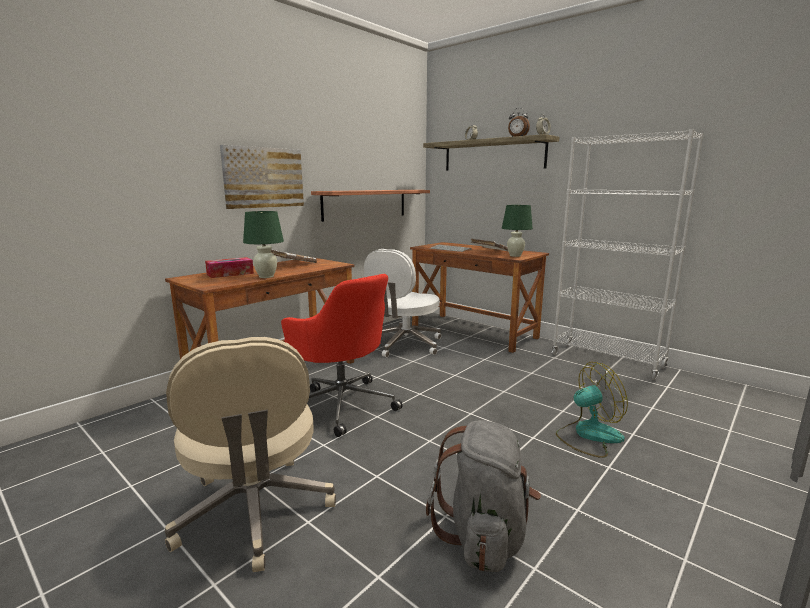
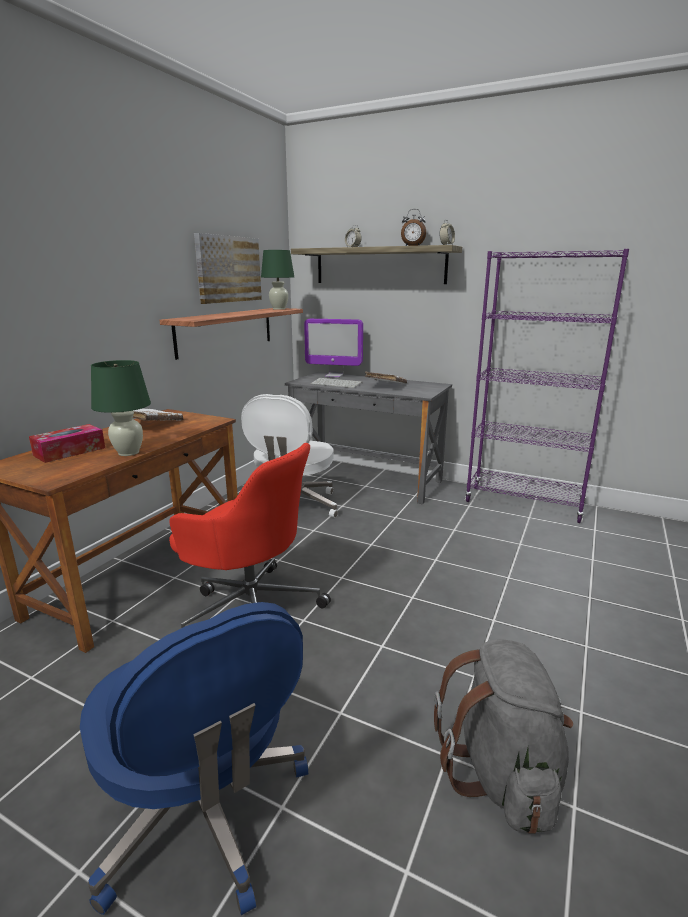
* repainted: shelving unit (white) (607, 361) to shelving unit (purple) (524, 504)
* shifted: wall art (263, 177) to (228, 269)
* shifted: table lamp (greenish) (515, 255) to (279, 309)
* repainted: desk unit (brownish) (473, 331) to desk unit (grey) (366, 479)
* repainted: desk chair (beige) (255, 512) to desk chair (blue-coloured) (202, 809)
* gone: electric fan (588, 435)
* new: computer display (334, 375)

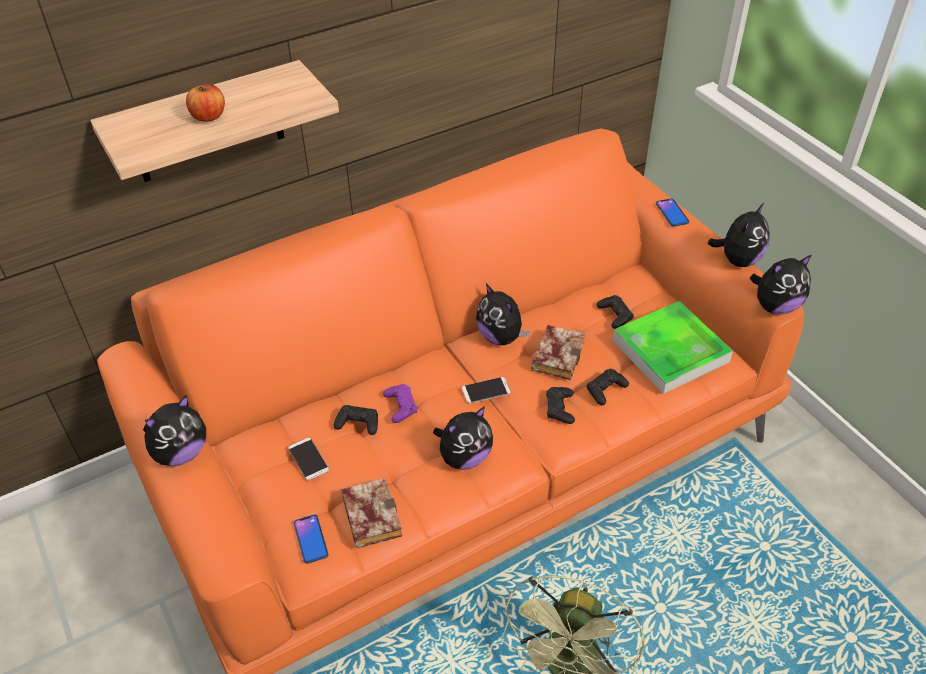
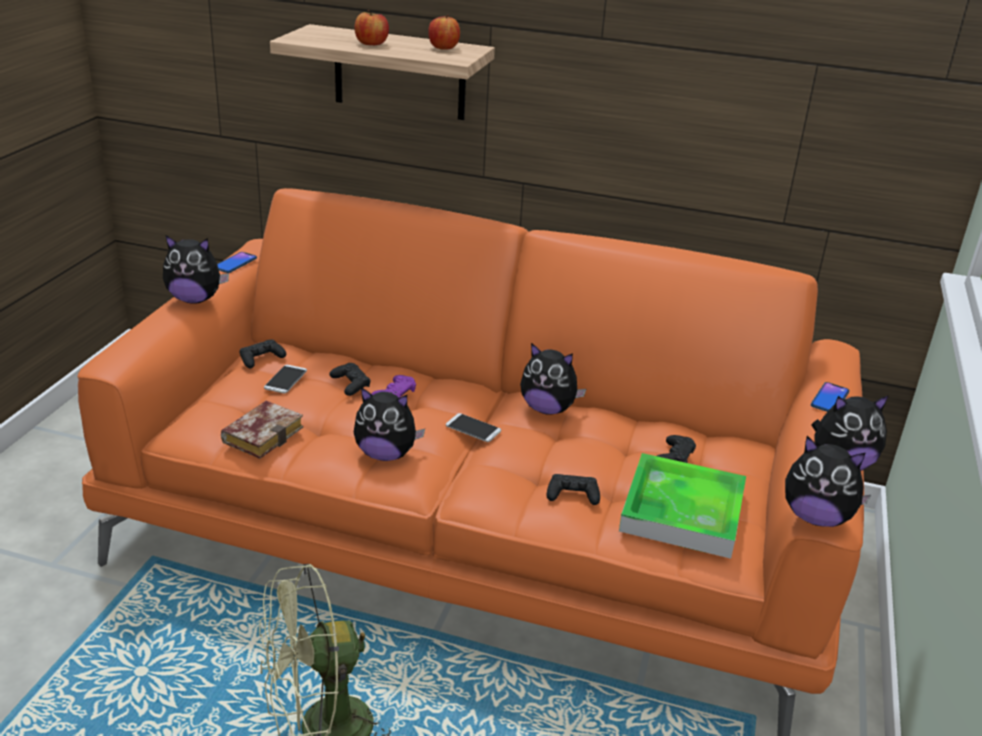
* rotated: soft toy (501, 337) = (548, 409) 75 degrees counterclockwise
* gone: book (556, 354)
* shifted: gamepad (black) (560, 408) to (261, 358)
* shifted: handset (311, 539) to (235, 263)
* new: apple (443, 47)

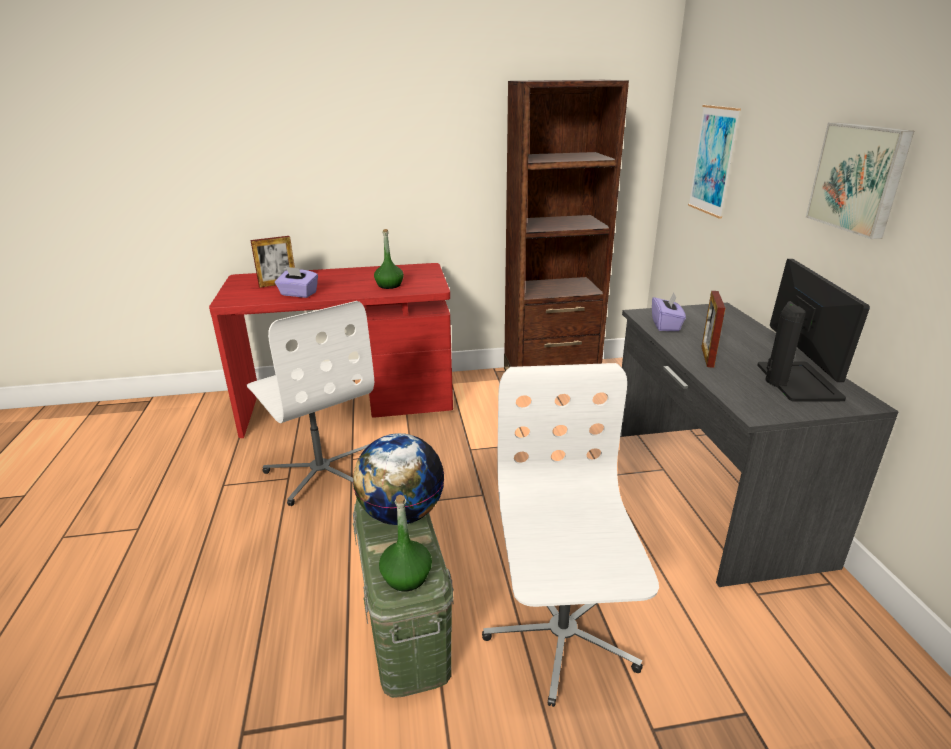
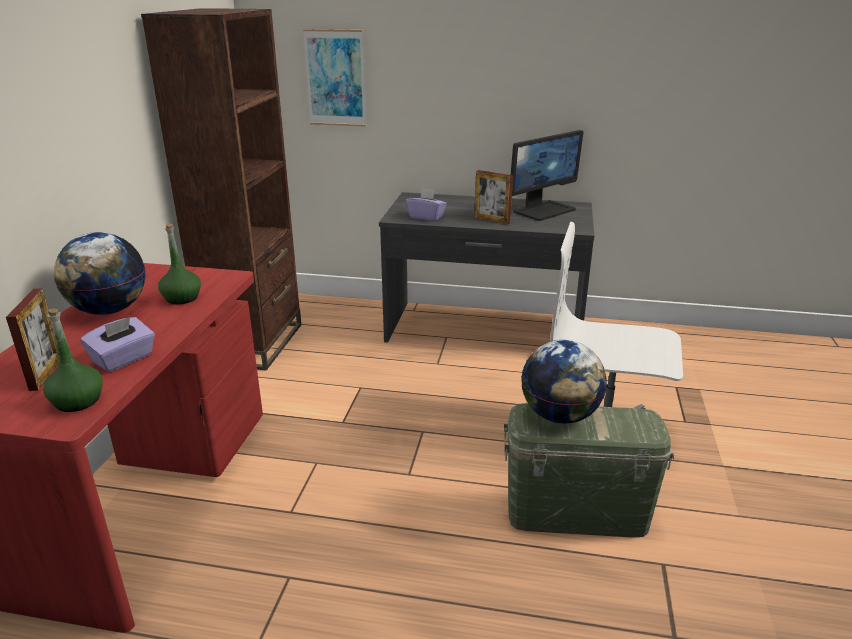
* gone: wall art (859, 178)
* rotated: computer display (796, 381) = (543, 210) 120 degrees clockwise
* gone: desk chair (white) (321, 471)
* shifted: drink bottle (greenish) (407, 577) to (78, 401)
* new: globe (109, 310)

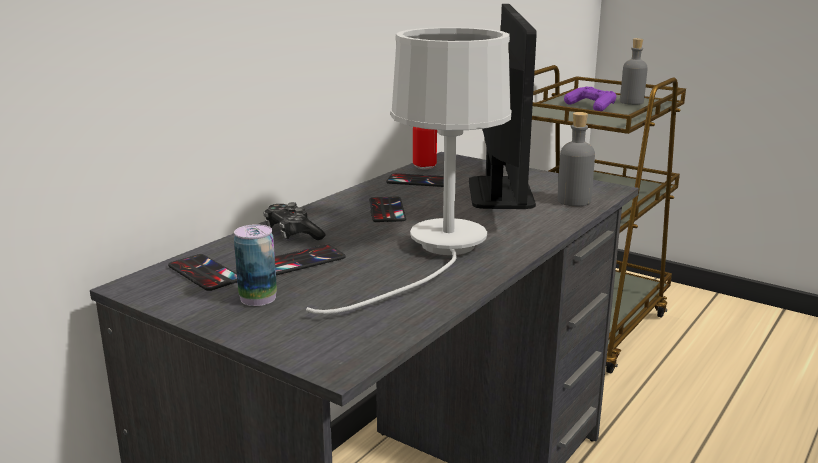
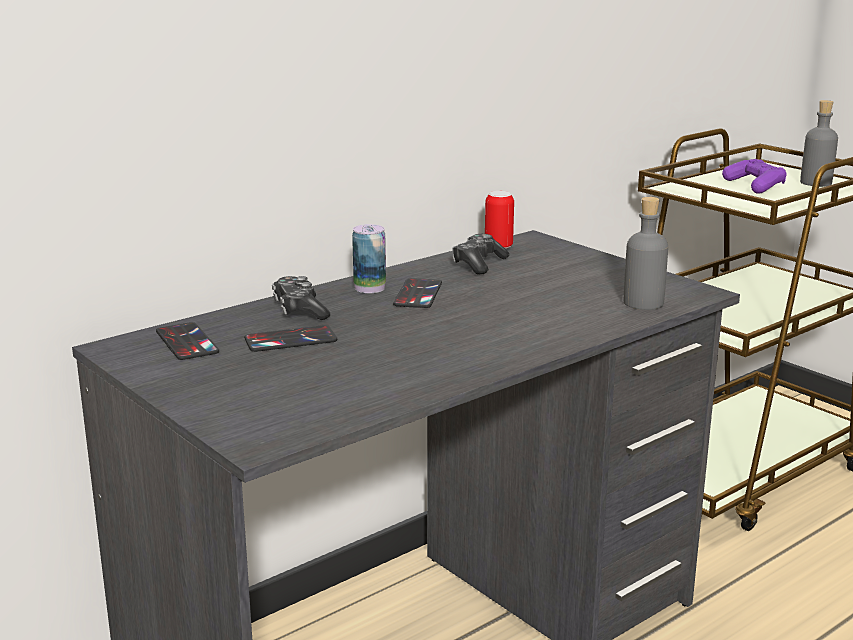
* gone: computer display (500, 193)
* gone: table lamp (white) (440, 253)
* swapped: handset (419, 181) to gamepad (479, 264)
* shifted: sealed can (258, 298) to (369, 288)

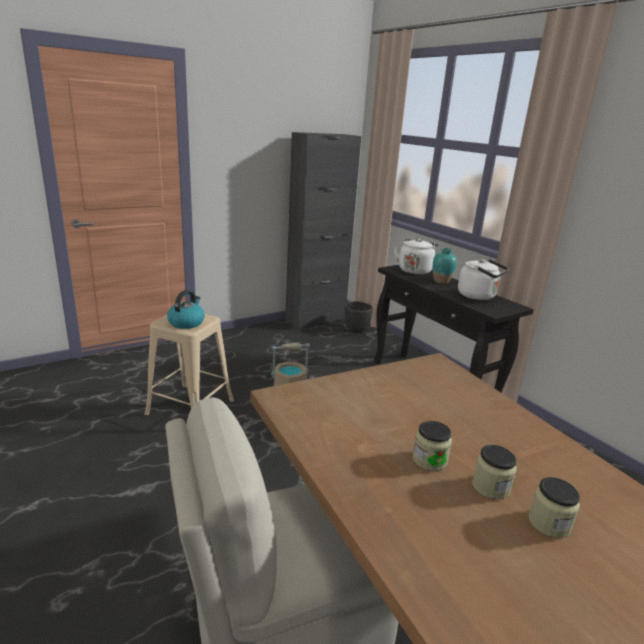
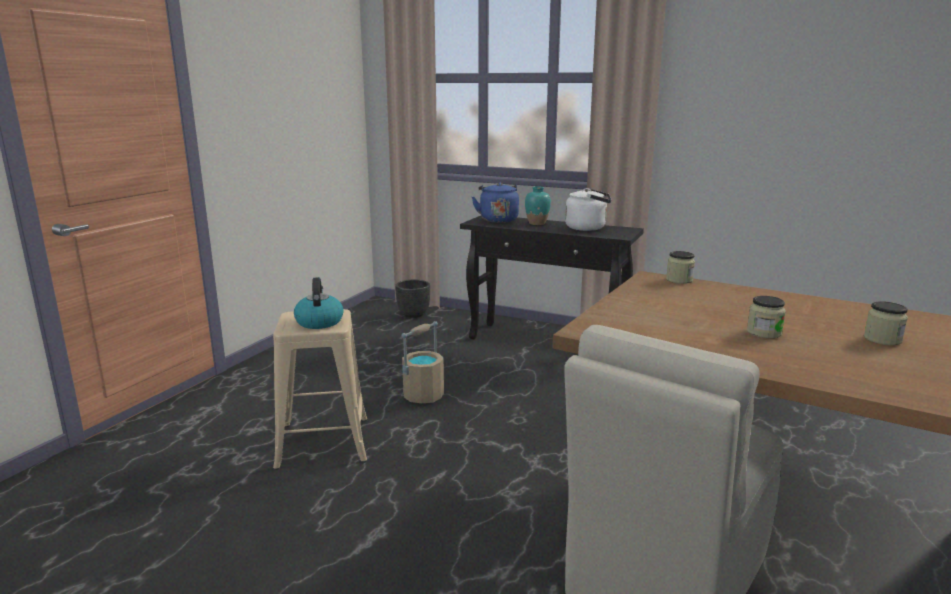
* gone: storage cabinet (black) (315, 319)
* repainted: tea kettle (white) (414, 270) to tea kettle (blue-coloured) (498, 219)
* shifted: preserve jar (490, 487) to (679, 280)

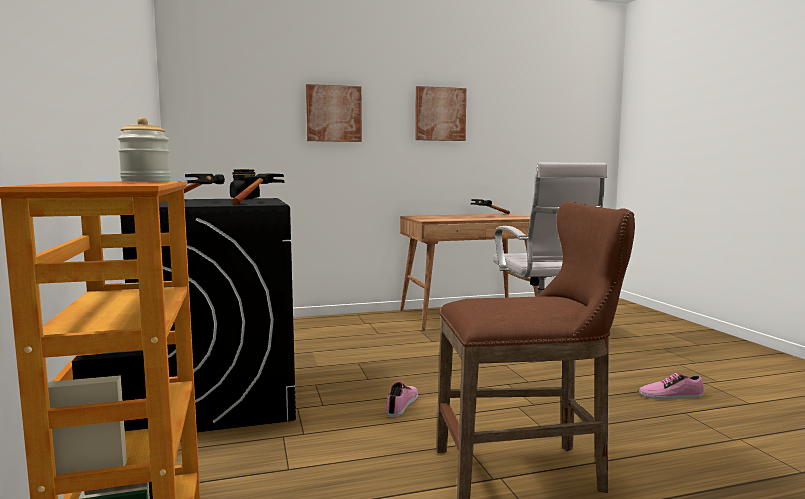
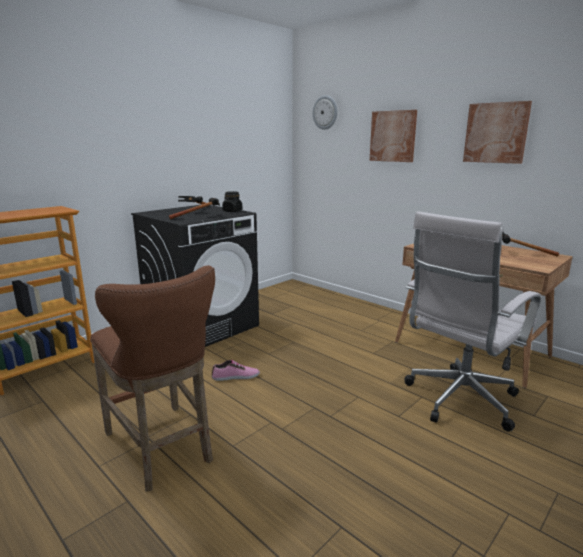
* gone: preserve jar (146, 181)
* gone: item of footwear (670, 395)
* new: clock on the wall (325, 112)

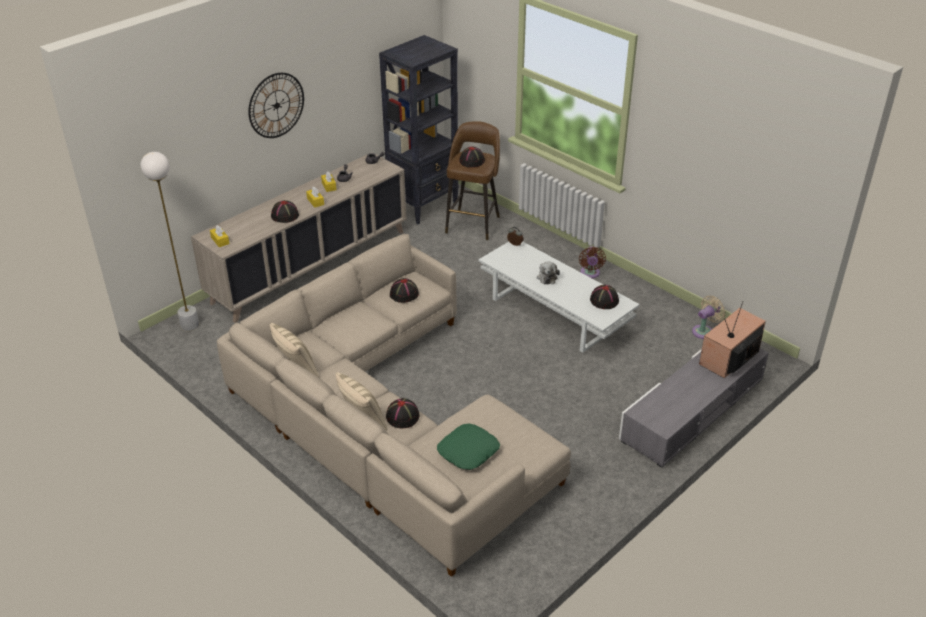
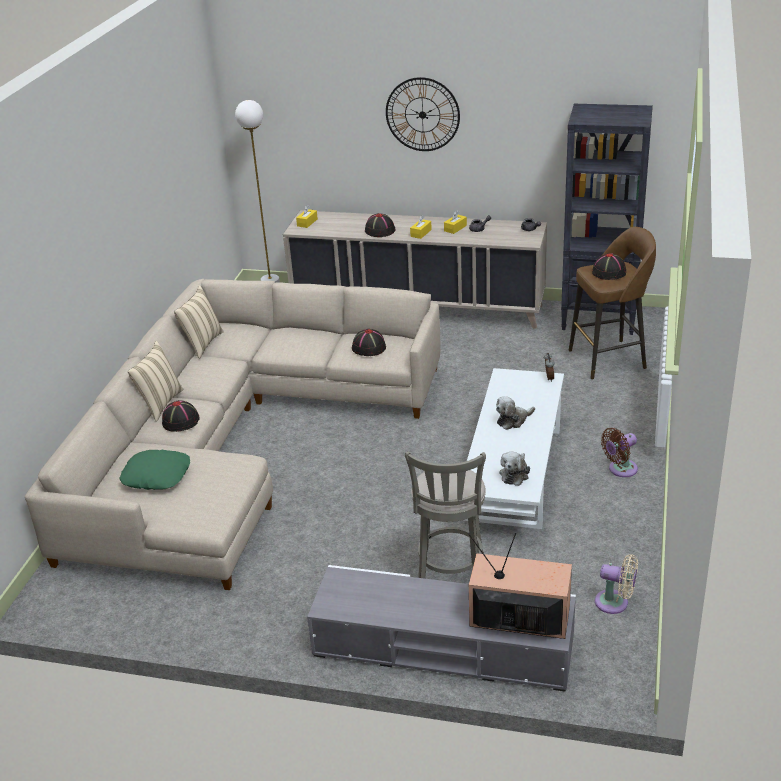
* swapped: hat (black) (604, 300) to soft toy (515, 474)
* new: sitting stool (grey) (450, 578)

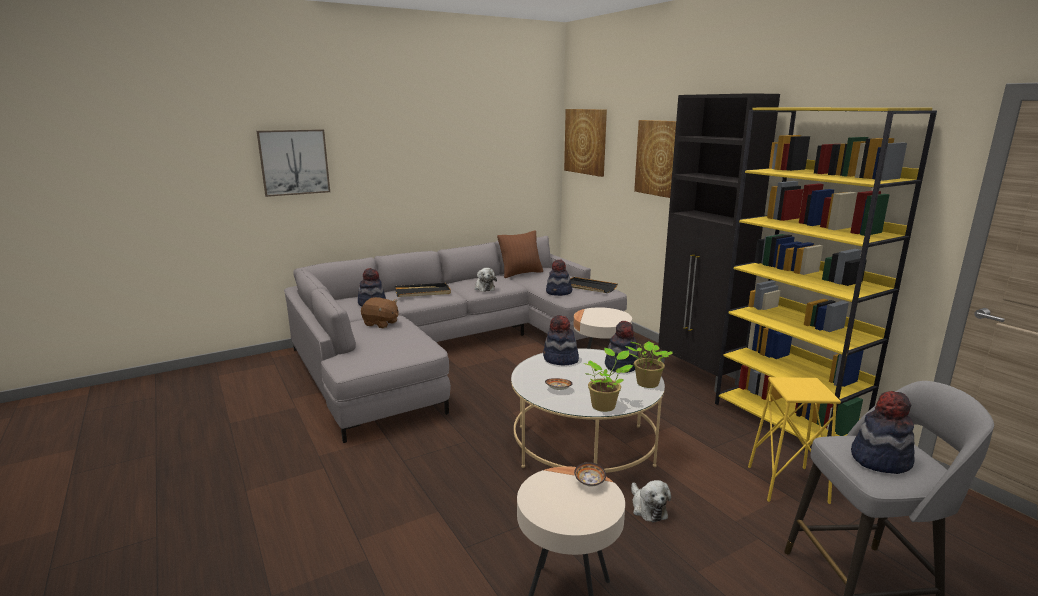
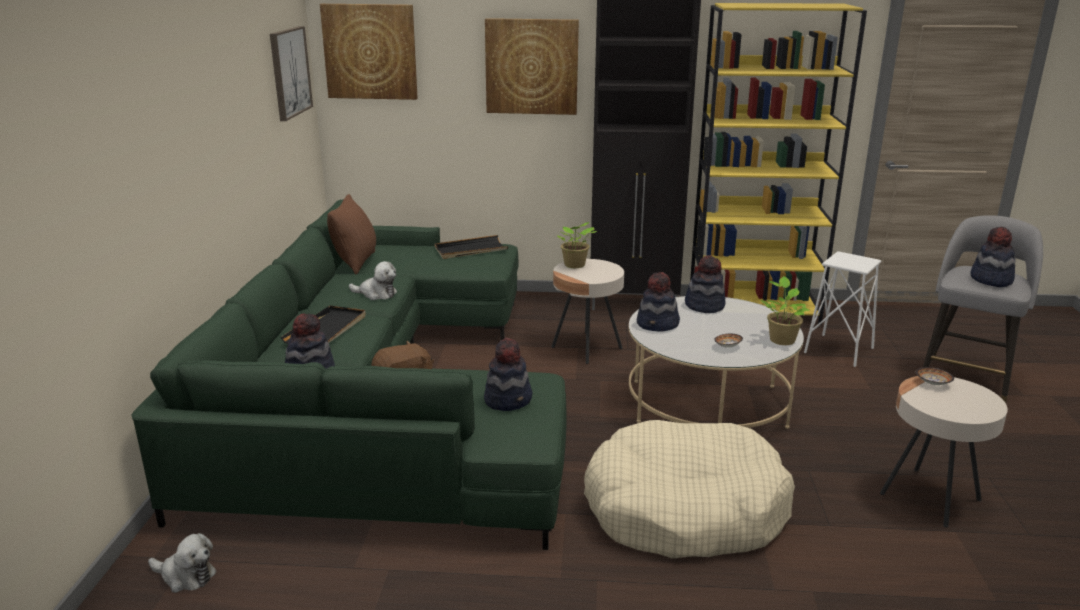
* shifted: wall art (294, 162) to (289, 72)
* repainted: sofa (grey) (452, 348) to sofa (greenish) (377, 397)
* shifted: hat (559, 292) to (508, 399)
* shifted: plant in a pot (646, 384) to (574, 265)
* repainted: sitting stool (yellowish) (787, 484) to sitting stool (white) (839, 350)
* shifted: soft toy (648, 508) to (186, 576)
* new: dog cushion (beige) (684, 509)

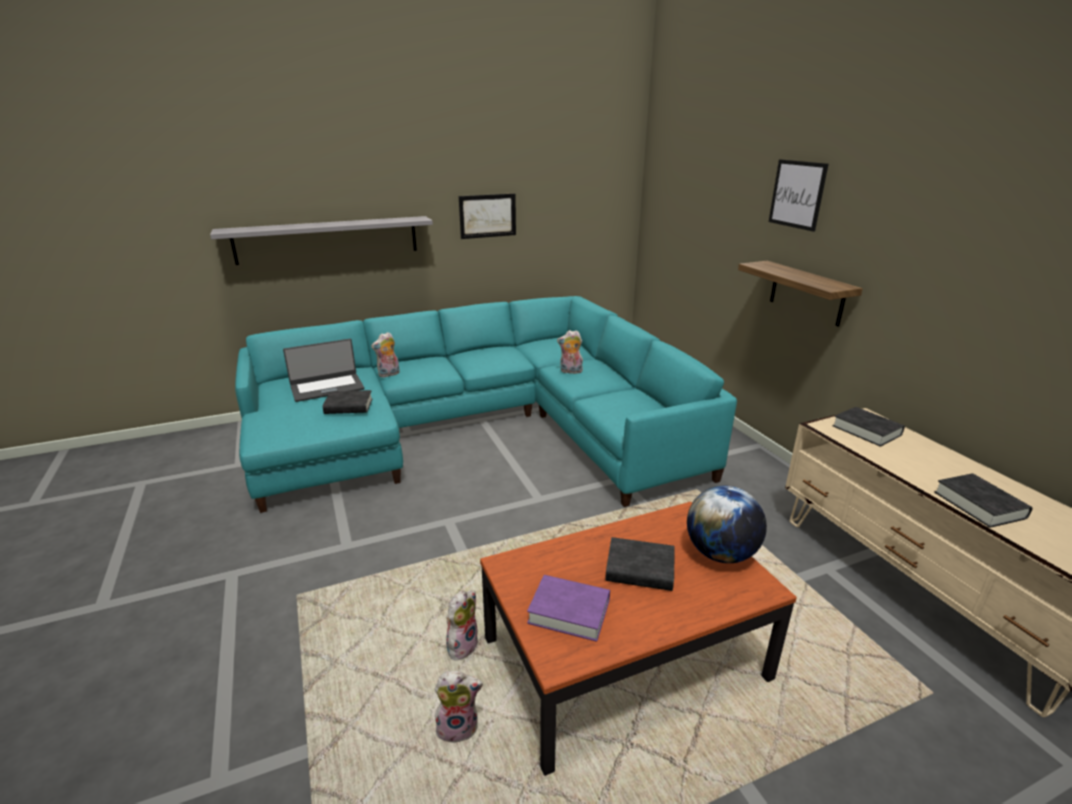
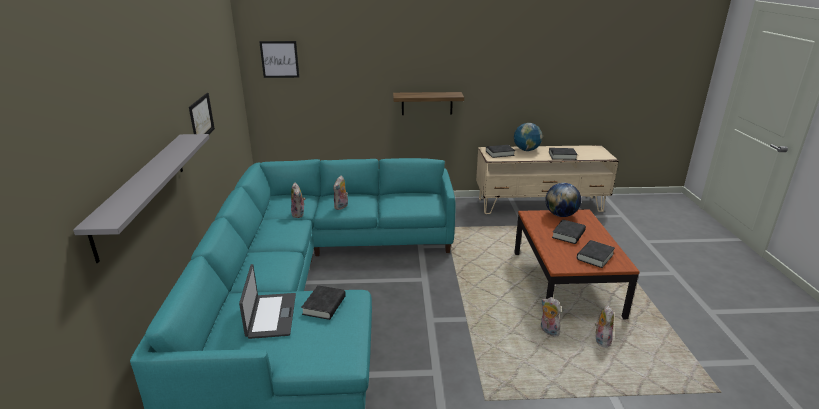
* shifted: wall art (797, 194) to (279, 59)
* shifted: soft toy (389, 374) to (299, 214)
* repainted: book (purple) (569, 611) to book (black) (595, 256)
* new: globe (526, 150)

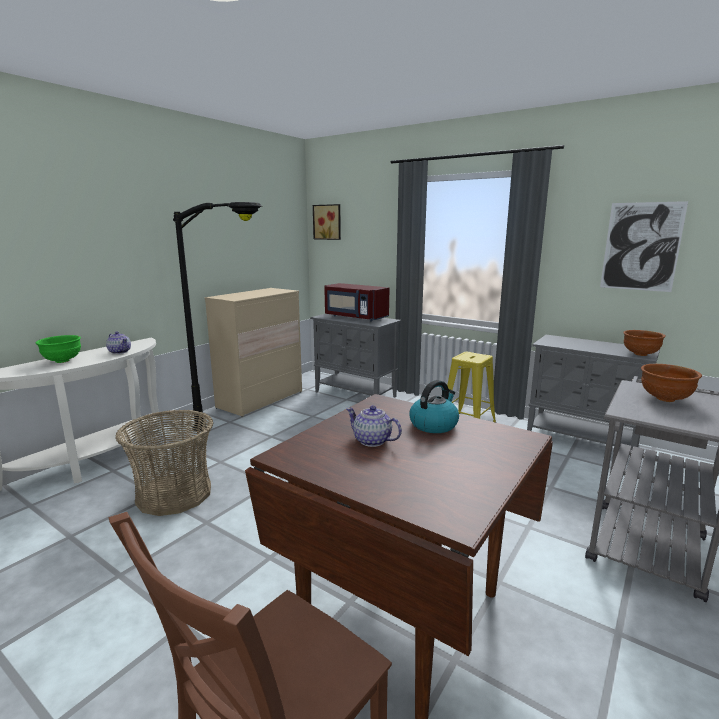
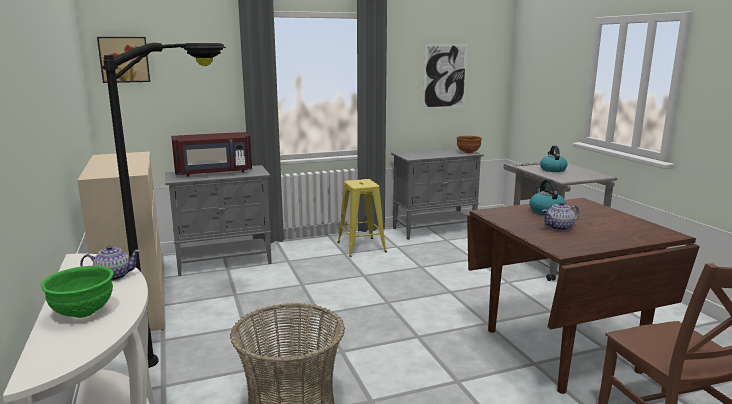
* swapped: bowl (brownish) (664, 399) to tea kettle (552, 170)

